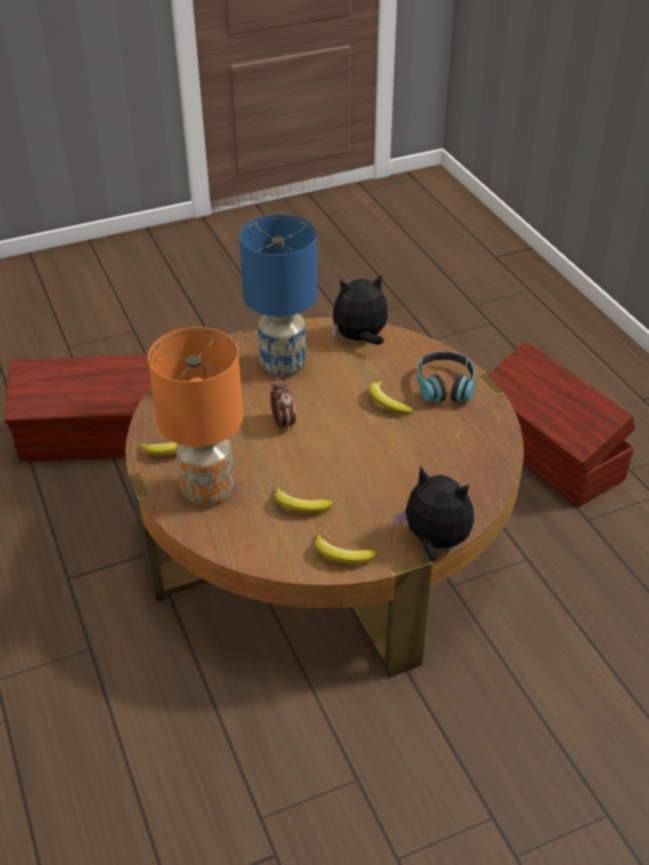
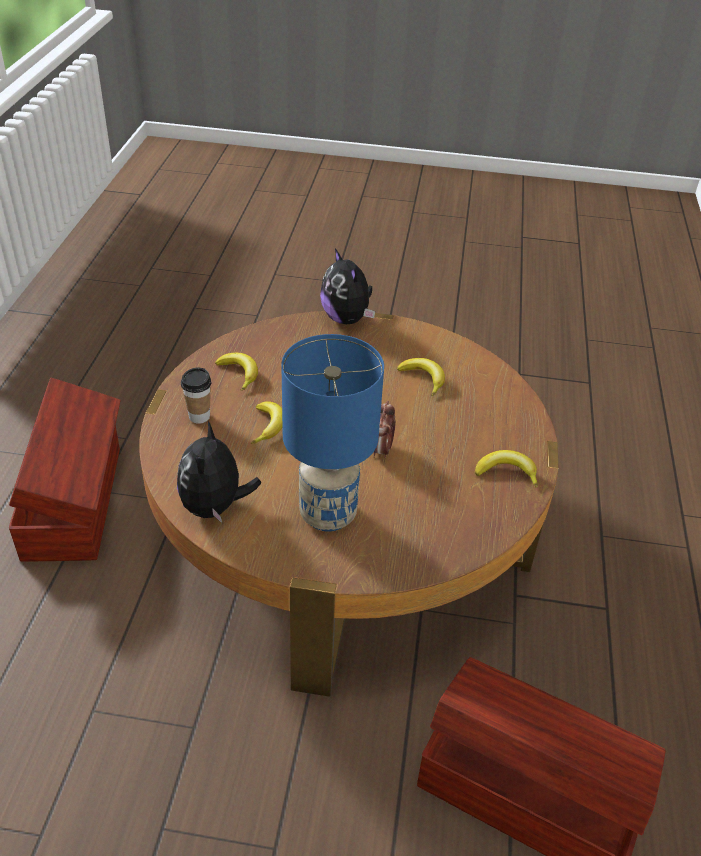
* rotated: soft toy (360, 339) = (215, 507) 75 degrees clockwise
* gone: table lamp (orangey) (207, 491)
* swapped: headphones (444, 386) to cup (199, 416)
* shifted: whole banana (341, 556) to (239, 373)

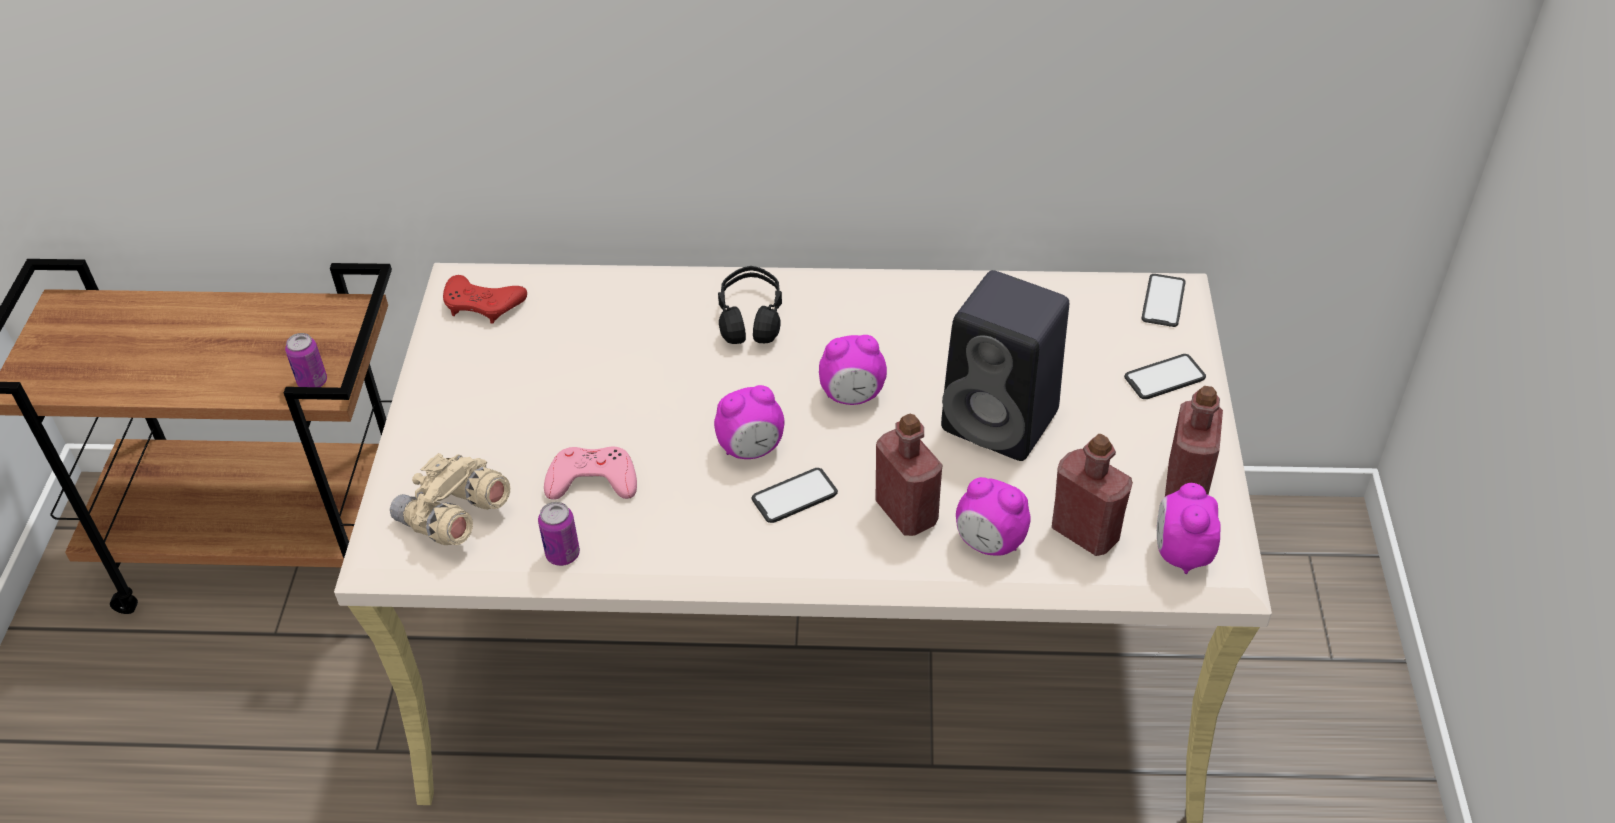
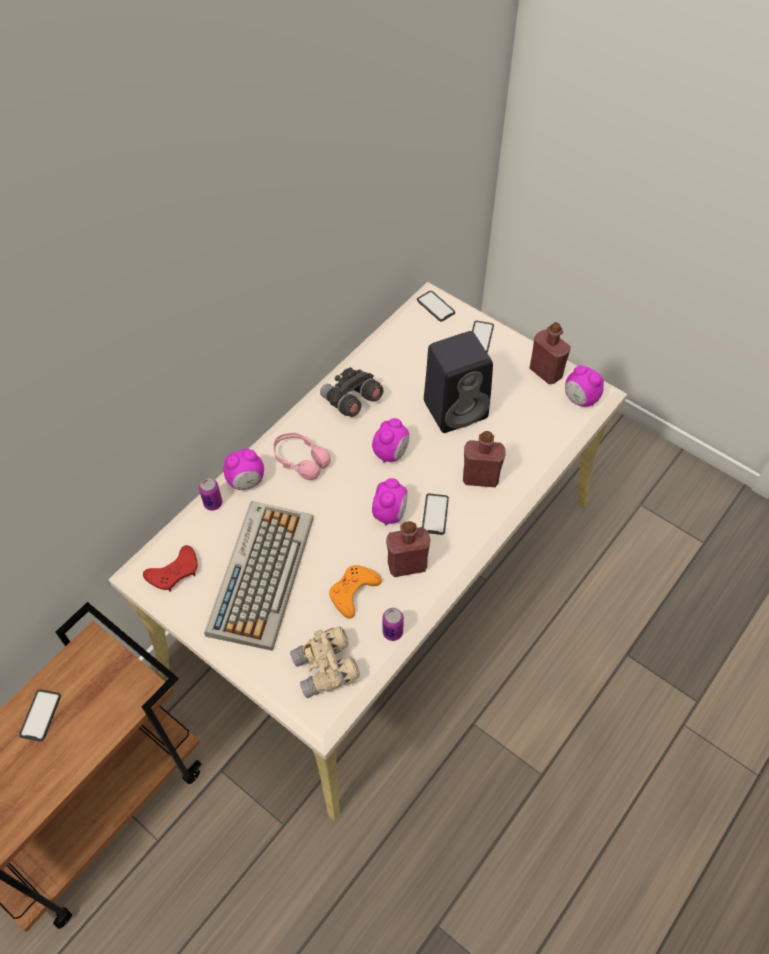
* repainted: headphones (black) (750, 317) to headphones (pink-coloured) (300, 461)
* shifted: sealed can (312, 382) to (213, 503)
* shifted: drink bottle (red-coloured) (1085, 533) to (407, 565)
* repainted: gamepad (pink-coloured) (592, 480) to gamepad (orangey) (353, 592)
* shifted: table clock (990, 543) to (246, 482)
* new: binoculars (grey) (351, 401)
* new: keyboard (260, 573)
* new: handset (40, 715)

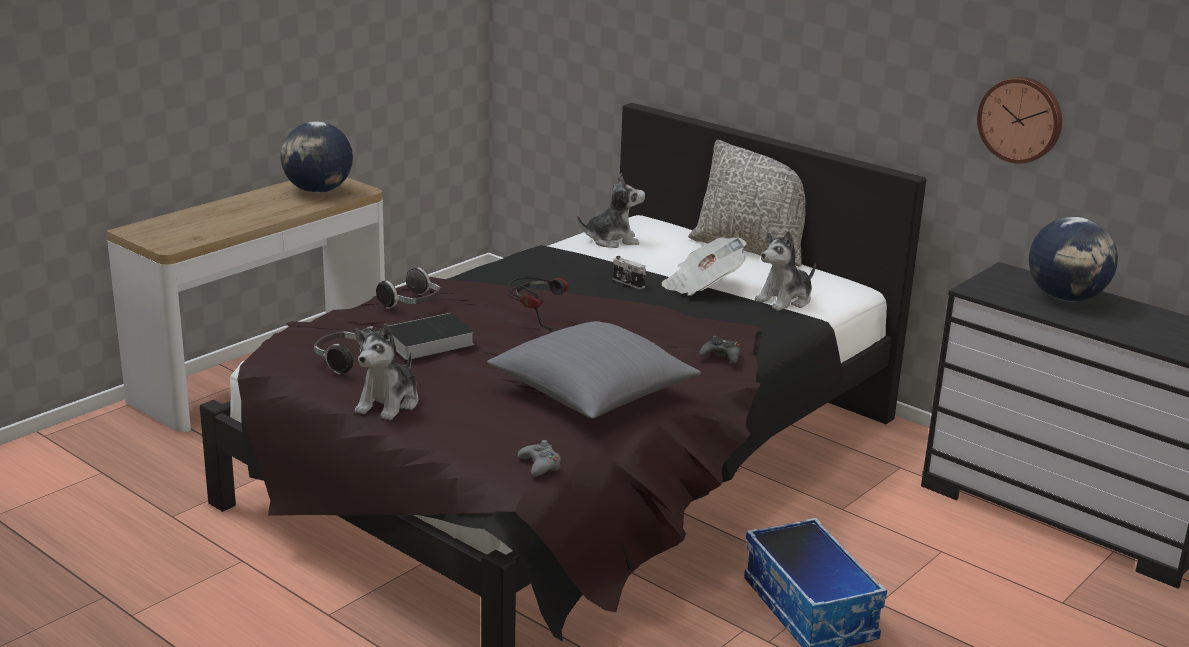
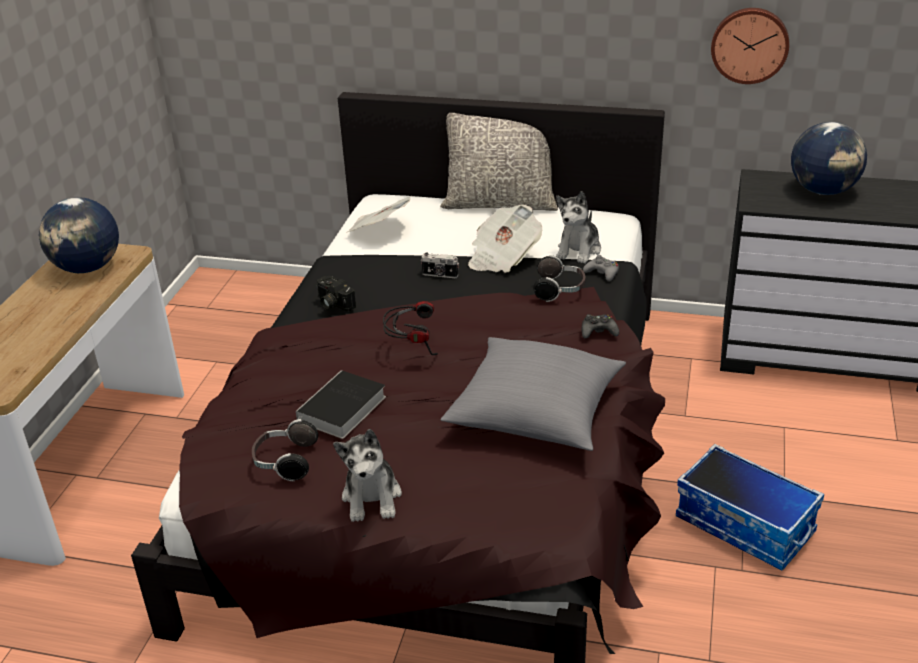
* swapped: soft toy (612, 240) to printed paper (380, 231)
* shifted: headphones (412, 304) to (559, 290)
* shifted: gamepad (grey) (540, 465) to (602, 273)
* new: photo camera (333, 304)

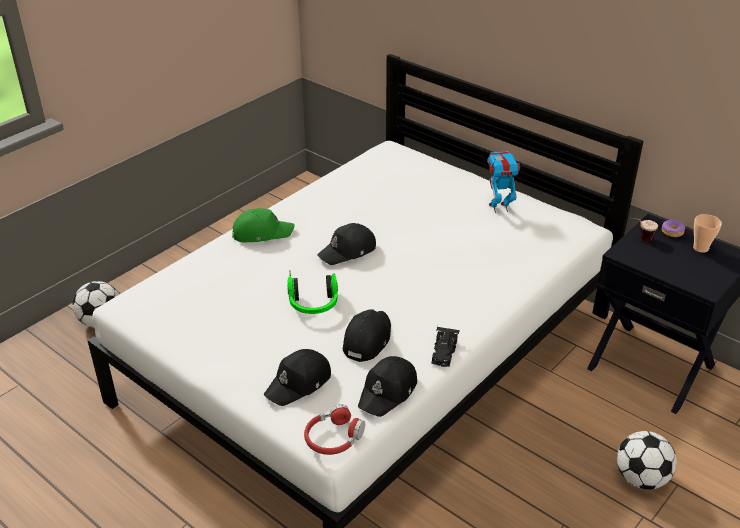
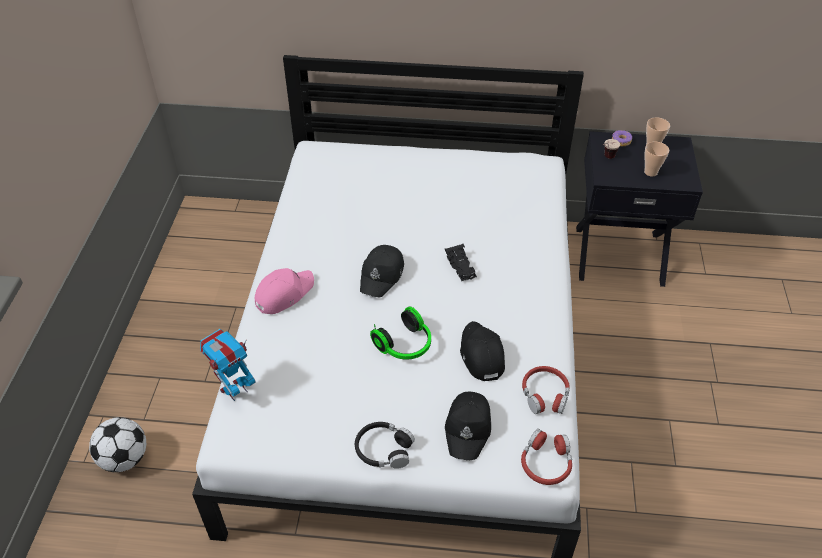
* shifted: model robot (499, 207) to (234, 389)
* repainted: cap (greenish) (262, 233) to cap (pink-coloured) (283, 294)
* shifted: miniature car (black) (444, 352) to (461, 267)
* swapped: cap (black) (388, 392) to headphones (red-coloured) (545, 394)
* gone: football ball (641, 478)
* new: cup (650, 172)
* new: headphones (black) (383, 450)

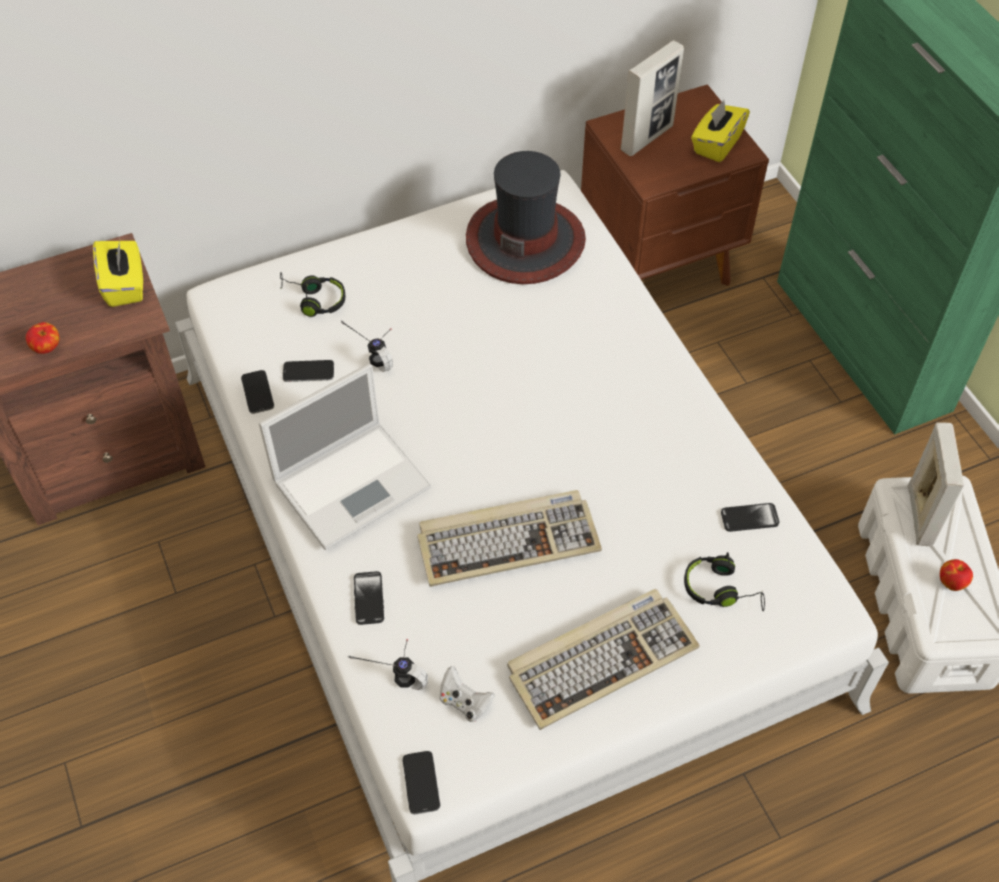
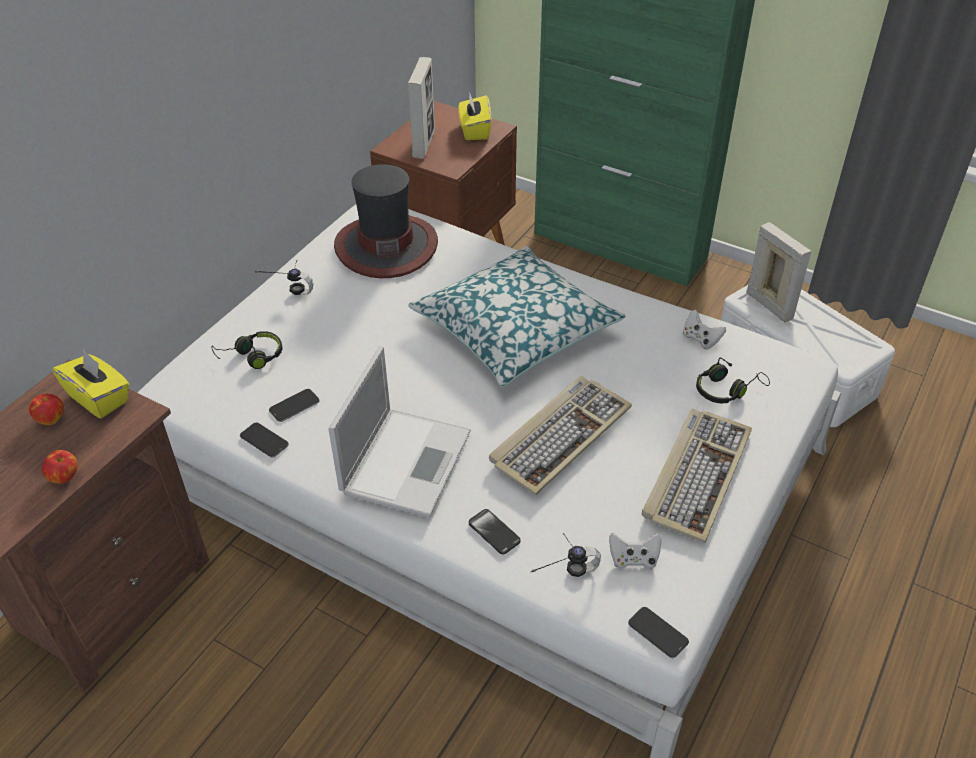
* shifted: headphones (376, 352) to (290, 287)
* swapped: handset (749, 518) to gamepad (white) (700, 339)
* shifted: apple (951, 582) to (51, 419)
* new: throw pillow (515, 329)

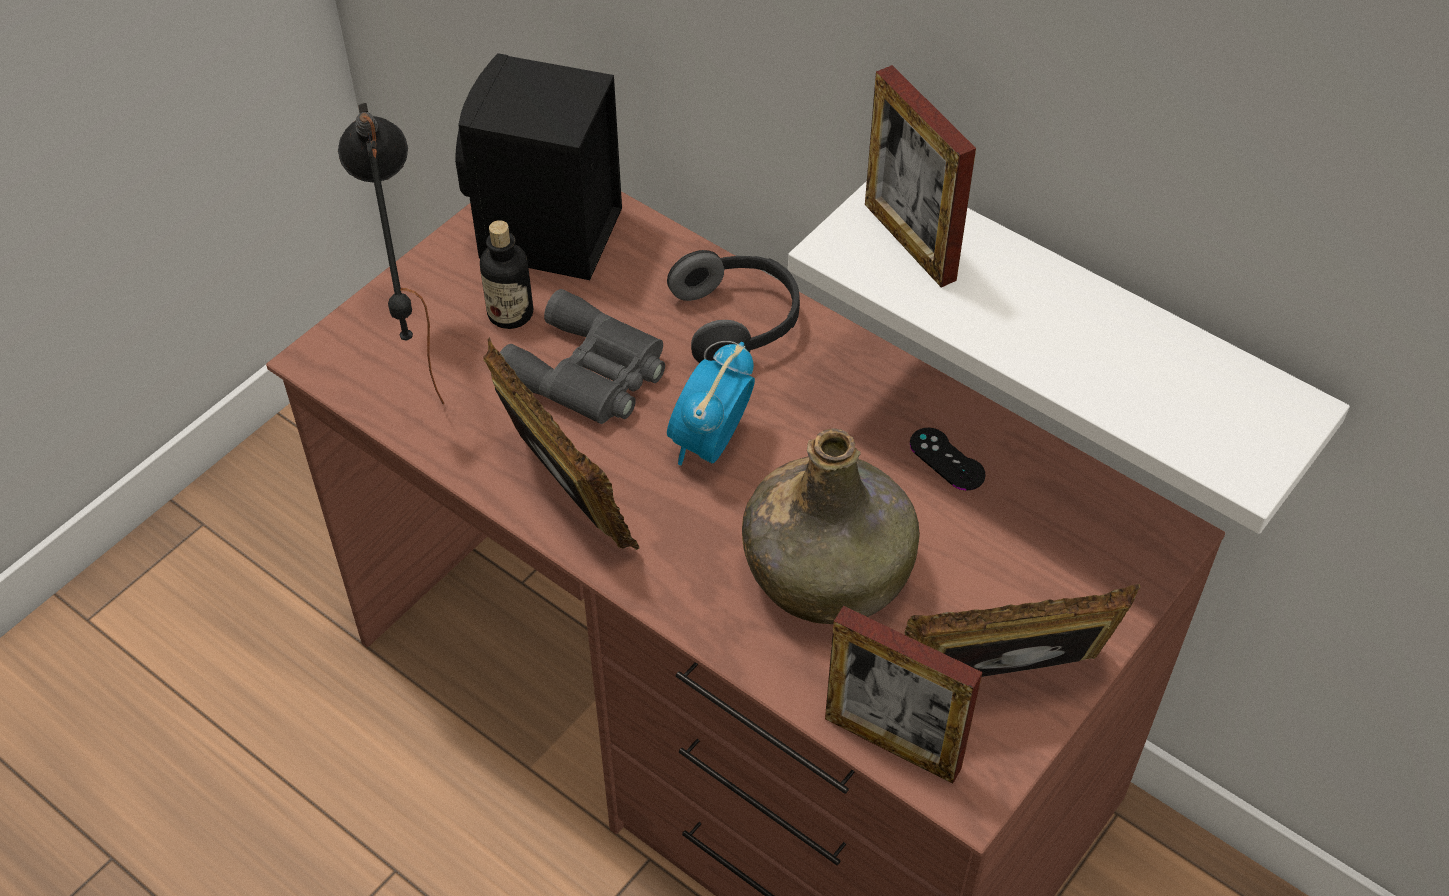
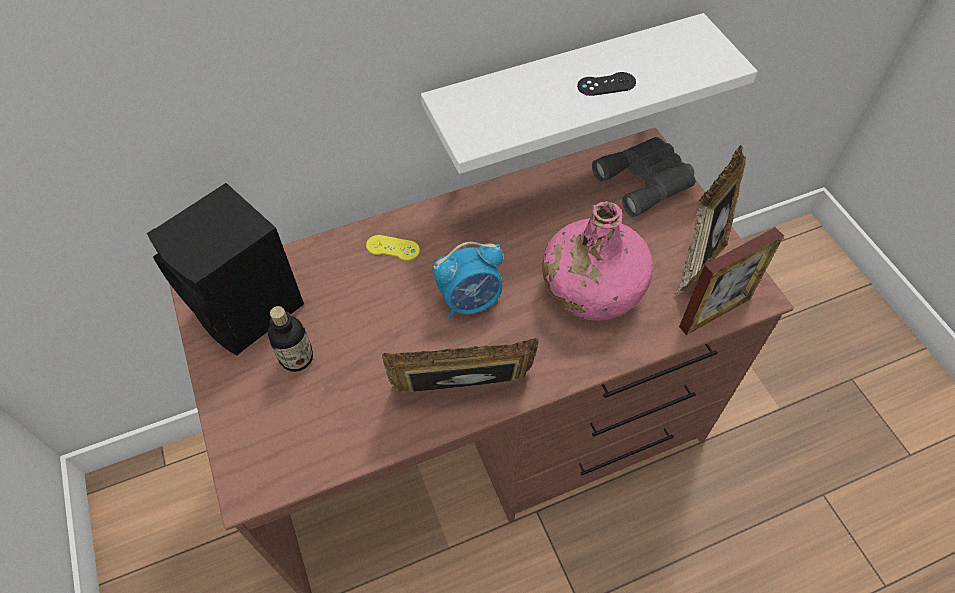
* gone: picture frame (909, 241)
* gone: table lamp (black) (411, 356)
* swapped: headphones (738, 323) to gamepad (yellowish) (393, 248)
* shifted: binoculars (grey) (589, 374) to (647, 180)
* rotated: table clock (710, 443) = (471, 301) 75 degrees counterclockwise
* repainted: drink bottle (greenish) (828, 571) to drink bottle (pink-coloured) (591, 288)
* shifted: gamepad (black) (947, 459) to (606, 84)

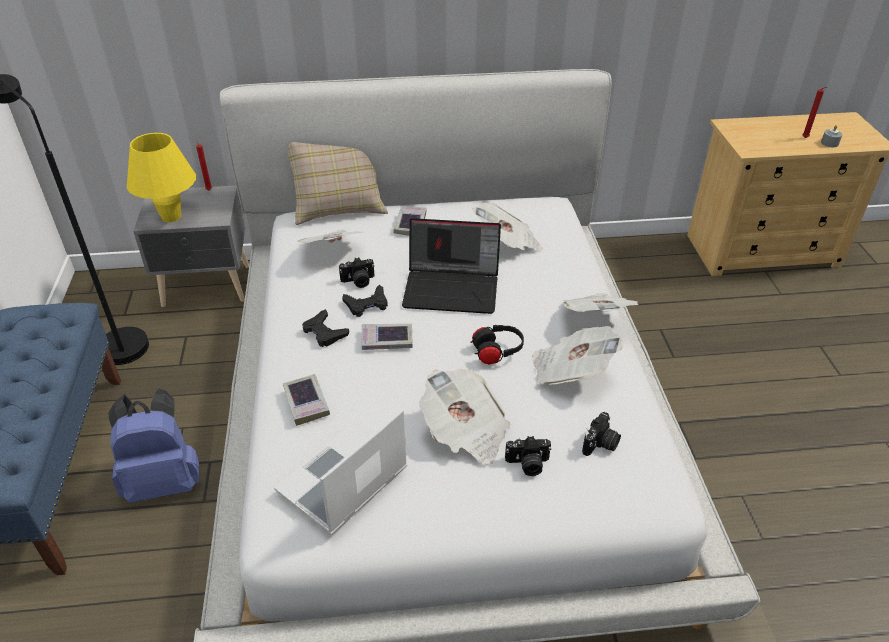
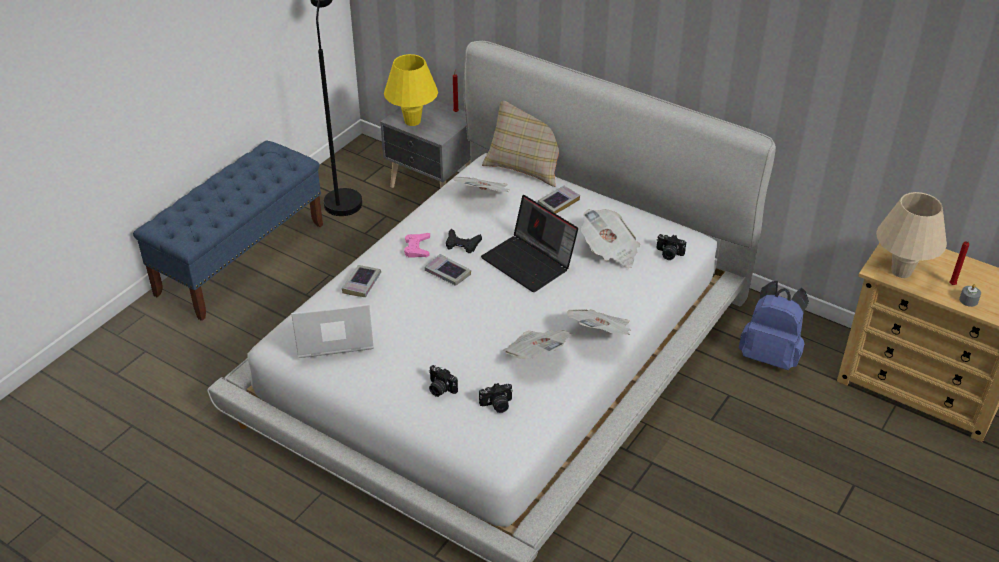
* shifted: photo camera (358, 281) to (668, 254)
* repainted: gamepad (black) (324, 332) to gamepad (pink-coloured) (417, 248)
* gone: headphones (black) (496, 353)
* gone: printed paper (465, 432)
* shifted: rucksack (blue-coloured) (164, 481) to (770, 355)
* new: table lamp (beige) (901, 271)

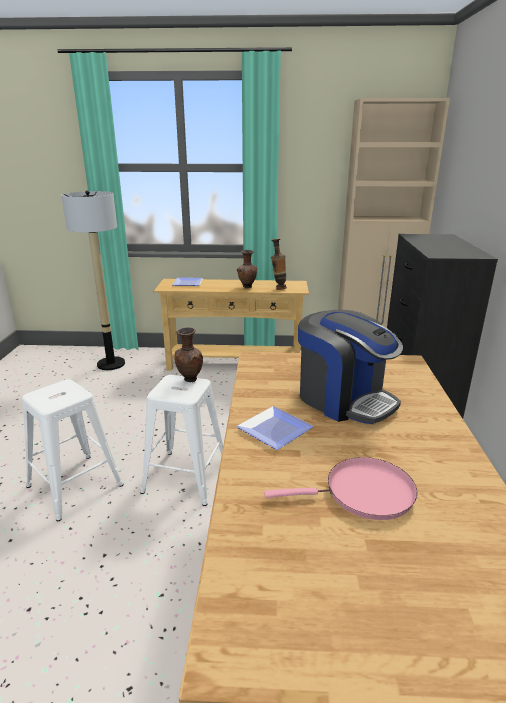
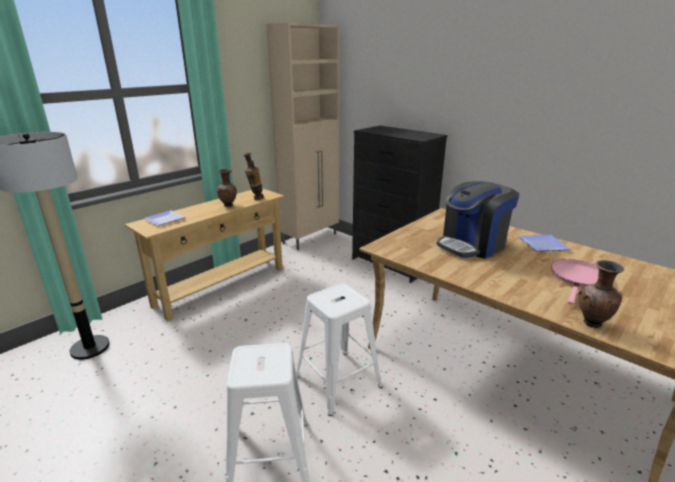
* rotated: coffee maker (344, 399) = (472, 245) 150 degrees clockwise
* shifted: vase (brownish) (189, 379) to (592, 324)
* shifted: plate (274, 428) to (541, 244)

